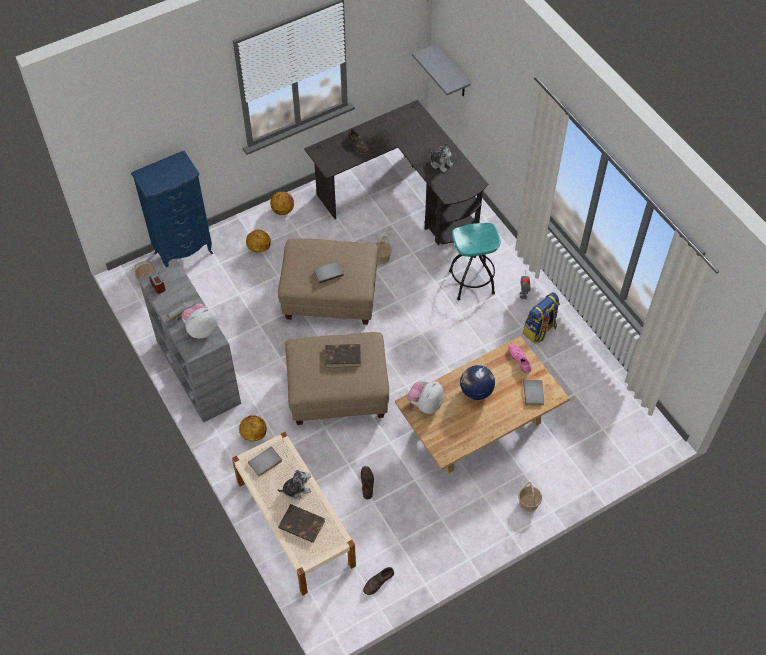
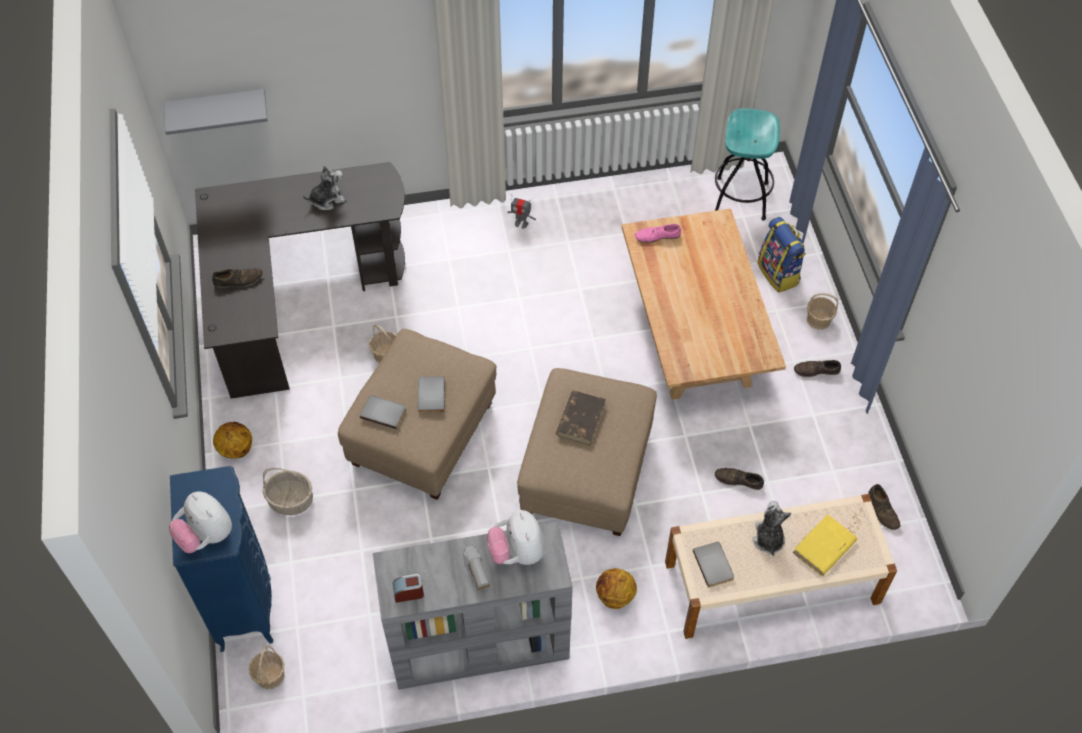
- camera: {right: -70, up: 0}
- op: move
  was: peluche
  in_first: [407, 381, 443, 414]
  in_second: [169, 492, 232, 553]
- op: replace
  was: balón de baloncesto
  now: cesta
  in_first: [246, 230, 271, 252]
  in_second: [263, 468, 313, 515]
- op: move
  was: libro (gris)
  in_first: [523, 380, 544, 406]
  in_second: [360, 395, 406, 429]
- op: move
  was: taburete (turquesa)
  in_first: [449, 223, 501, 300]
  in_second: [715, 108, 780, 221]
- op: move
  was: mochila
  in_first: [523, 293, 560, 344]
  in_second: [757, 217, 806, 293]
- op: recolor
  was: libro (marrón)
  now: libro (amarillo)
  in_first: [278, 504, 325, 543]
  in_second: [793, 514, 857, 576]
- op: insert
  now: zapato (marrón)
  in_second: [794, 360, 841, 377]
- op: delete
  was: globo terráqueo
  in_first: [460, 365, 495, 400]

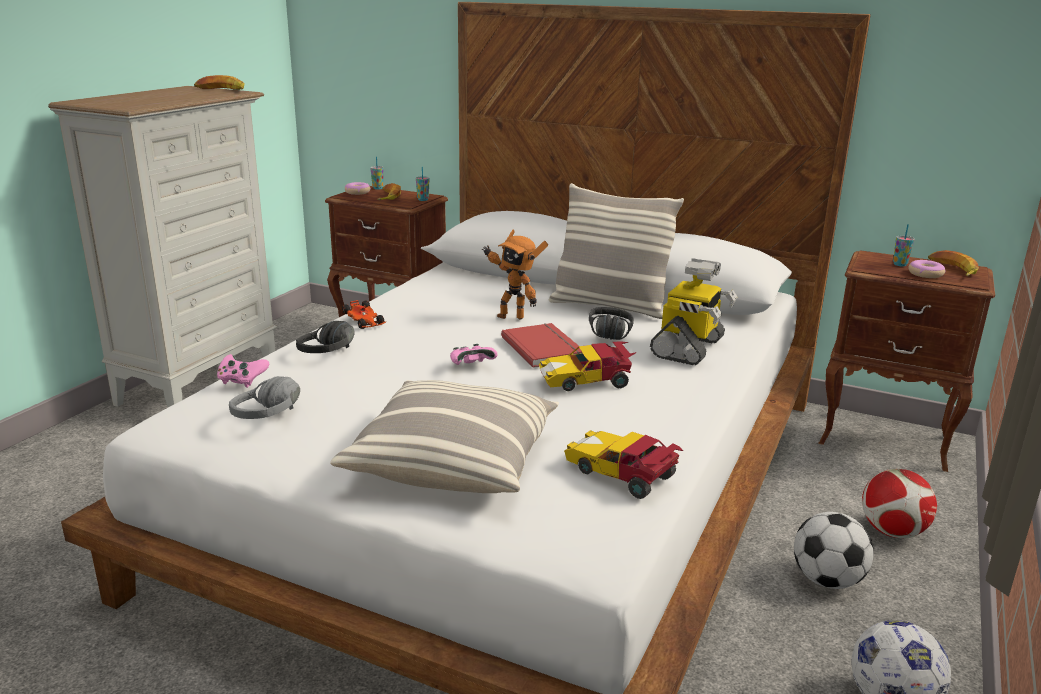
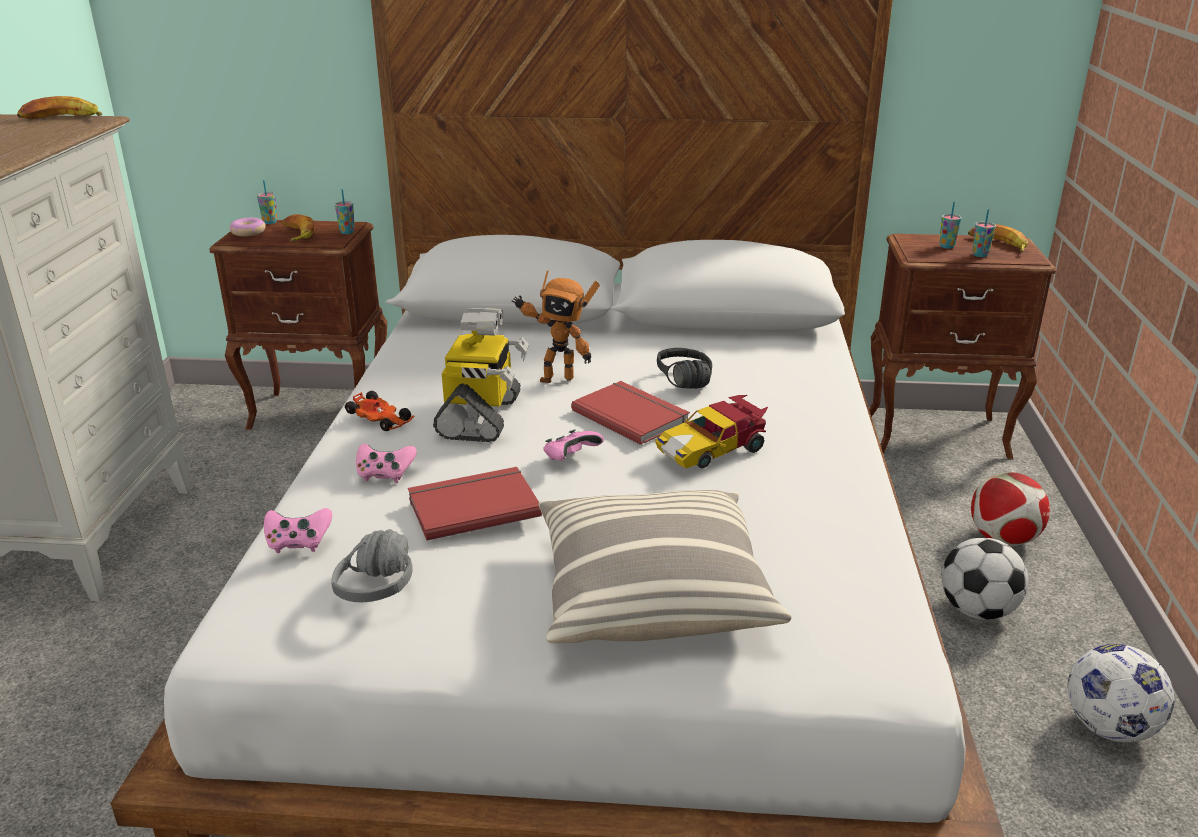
- camera: {right: -20, up: 5}
- op: replace
  was: auriculares (negro)
  now: mando de consola (rosa)
  in_first: [296, 321, 354, 353]
  in_second: [356, 443, 417, 483]
- op: insert
  now: libro (rojo)
  in_second: [408, 467, 542, 540]
- op: move
  was: robot de juguete
  in_first: [650, 258, 737, 365]
  in_second: [433, 308, 529, 442]
- op: replace
  was: rosquilla
  now: taza
  in_first: [909, 260, 946, 278]
  in_second: [973, 209, 996, 257]
- op: delete
  was: cojín
  in_first: [549, 183, 684, 319]
- op: delete
  was: coche de juguete
  in_first: [564, 430, 683, 499]

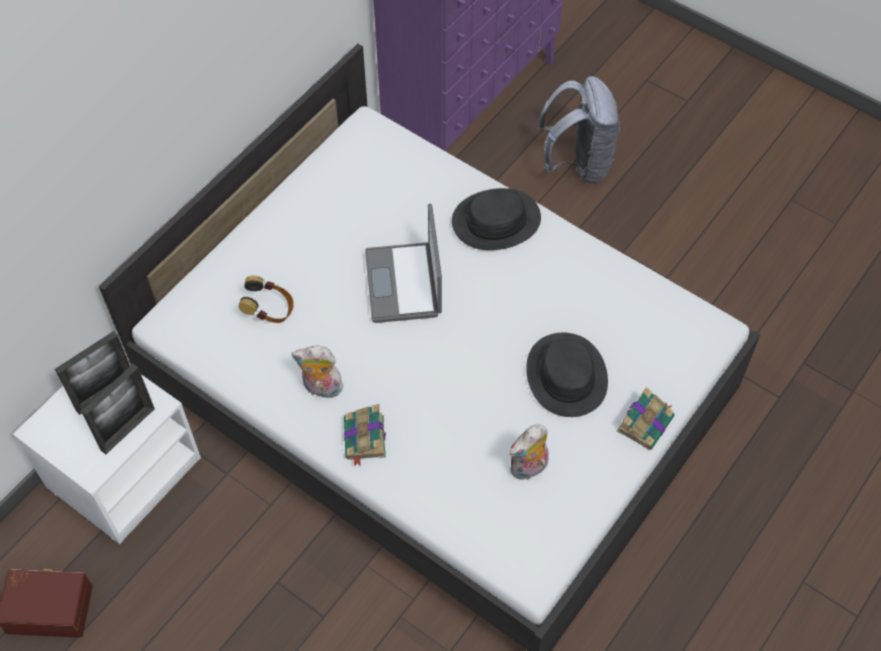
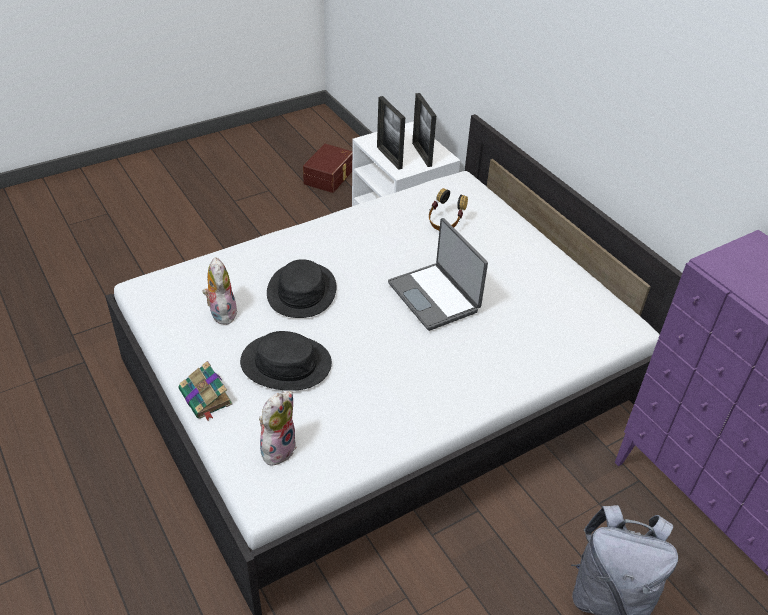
- camera: {right: 110, up: -15}
- op: move
  was: peluche
  in_first: [291, 346, 343, 399]
  in_second: [259, 391, 297, 466]
- op: move
  was: sombrero (negro)
  in_first: [452, 188, 541, 250]
  in_second: [267, 259, 336, 318]
- op: rotate
  was: portátil
  in_first: [365, 204, 442, 323]
  in_second: [388, 218, 488, 331]
  clockwise: -135
- op: delete
  was: libro
  in_first: [344, 404, 386, 467]

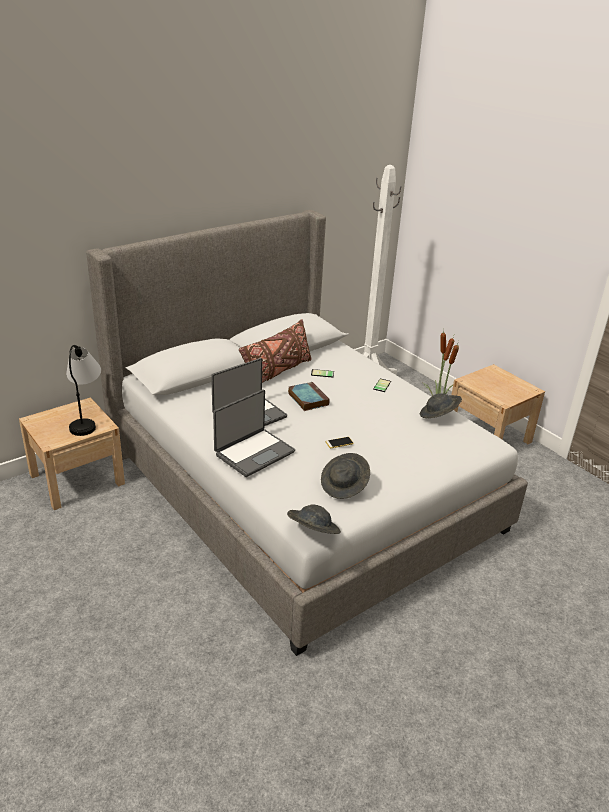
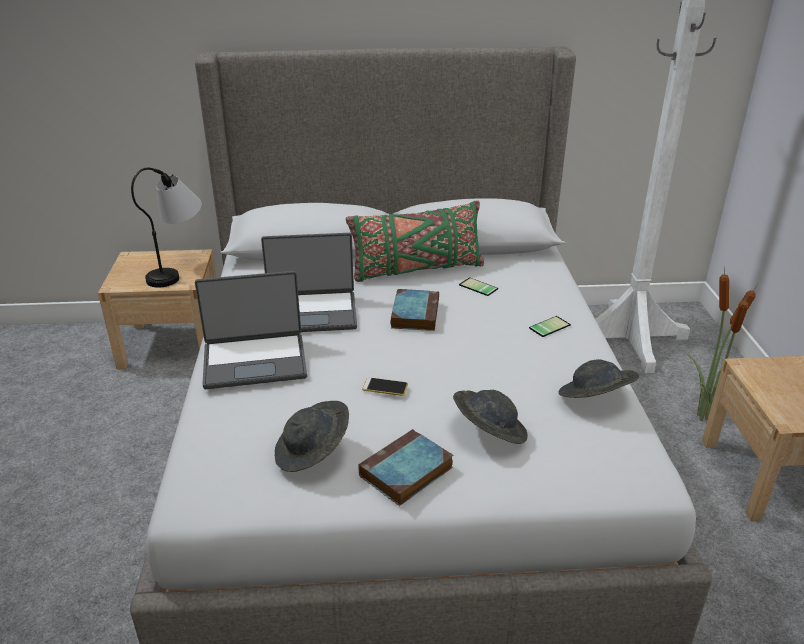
- camera: {right: 35, up: 0}
- op: recolor
  was: cojín (marrón)
  now: cojín (verde)
  in_first: [239, 319, 312, 383]
  in_second: [346, 200, 484, 282]
- op: insert
  now: libro
  in_second: [358, 429, 453, 506]
- op: move
  was: sombrero (gris)
  in_first: [287, 504, 341, 534]
  in_second: [453, 390, 528, 444]

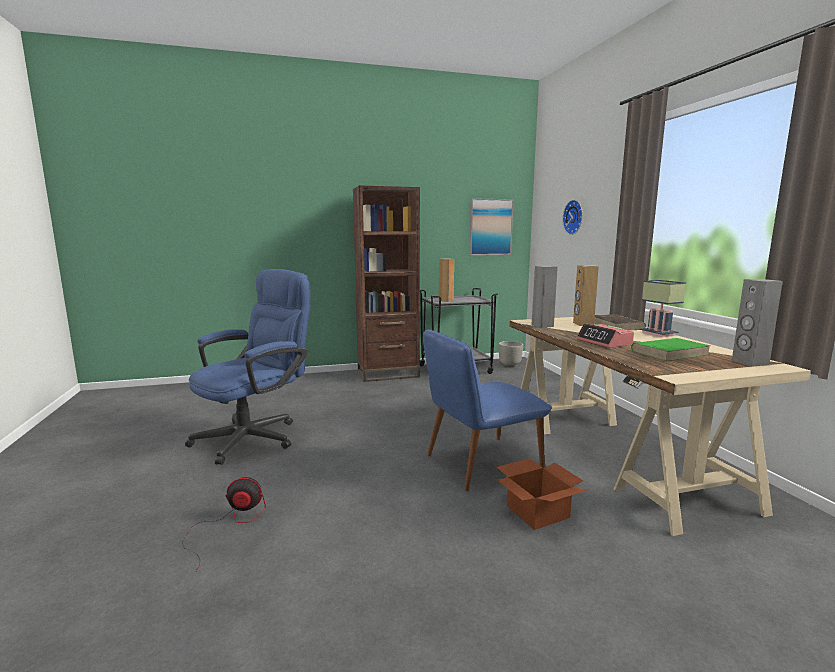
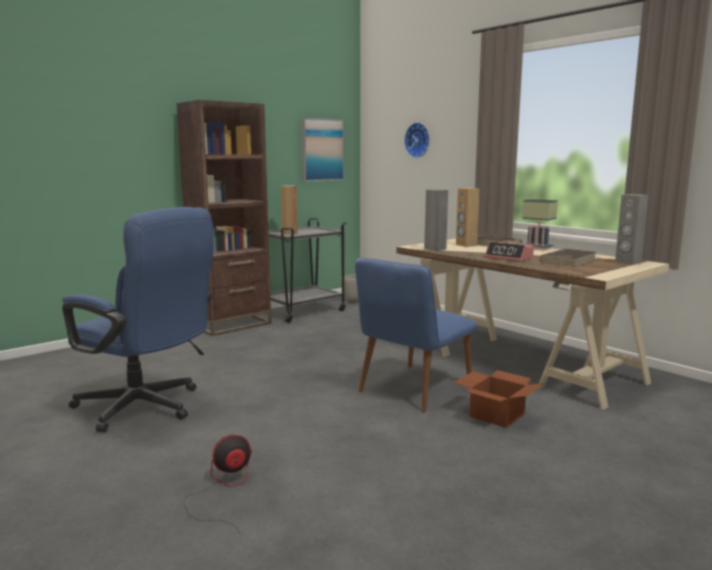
- camera: {right: -25, up: 0}
- op: rotate
  was: silla de oficina (azul)
  in_first: [185, 269, 311, 465]
  in_second: [62, 207, 214, 433]
  clockwise: 105
- op: recolor
  was: libro (verde)
  now: libro (marrón)
  in_first: [631, 338, 710, 361]
  in_second: [540, 249, 596, 267]

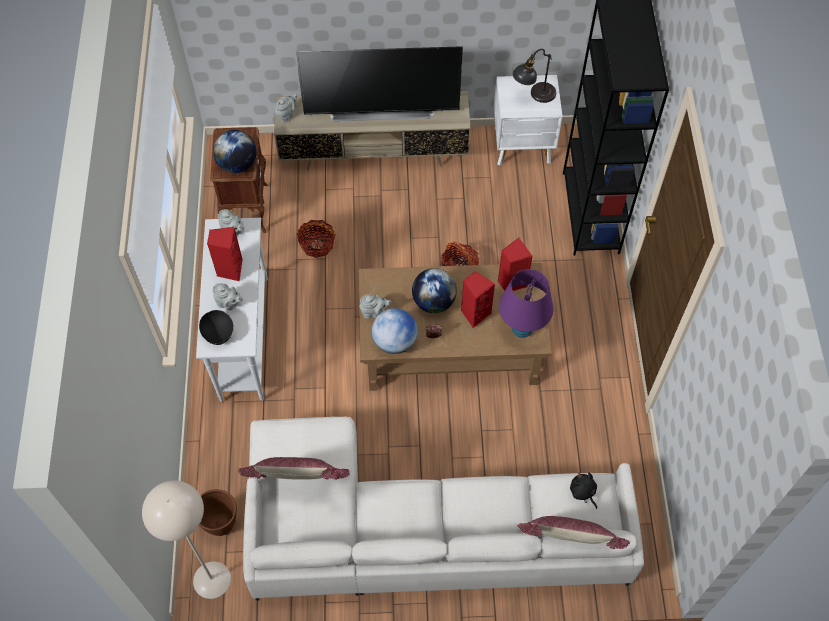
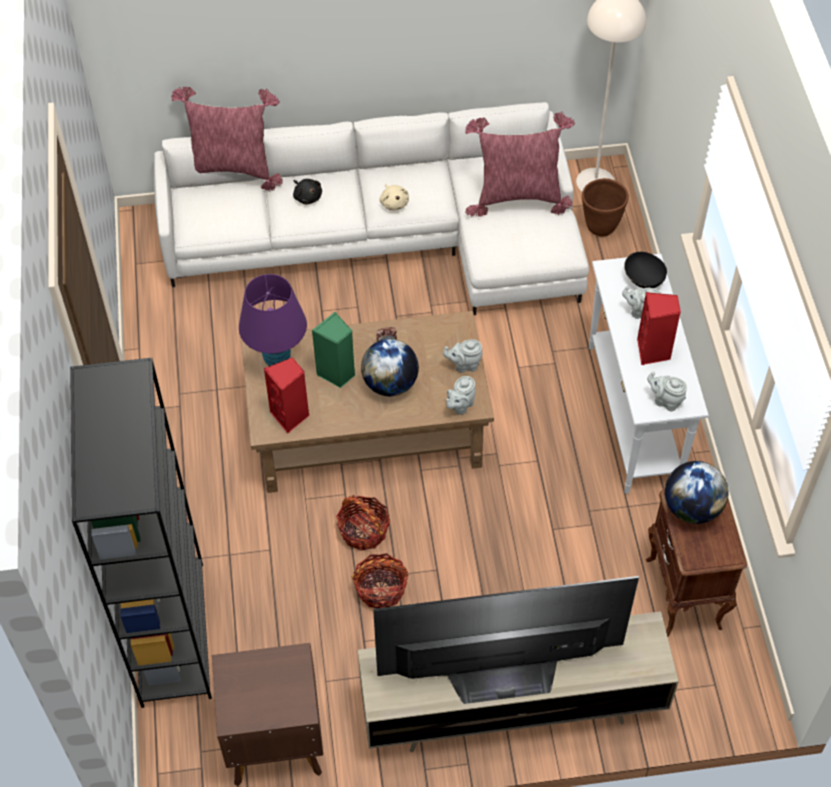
- camera: {right: 175, up: -5}
- op: recolor
  was: mesita de noche (blanco)
  now: mesita de noche (marrón)
  in_first: [494, 75, 563, 166]
  in_second: [212, 643, 323, 787]
- op: move
  was: peluche (negro)
  in_first: [570, 472, 597, 509]
  in_second: [293, 179, 322, 204]
- op: recolor
  was: altavoz (rojo)
  now: altavoz (verde)
  in_first: [461, 271, 495, 328]
  in_second: [312, 312, 355, 388]
- op: move
  was: cesta
  in_first: [297, 220, 336, 258]
  in_second: [351, 553, 409, 608]
- op: insert
  now: peluche (beis)
  in_second: [379, 184, 409, 210]
- op: move
  was: tetera (gris)
  in_first: [274, 94, 297, 123]
  in_second: [446, 376, 476, 415]
- op: delete
  was: globo terráqueo
  in_first: [372, 308, 417, 354]
- op: delete
  was: lámpara de mesa (gris)
  in_first: [513, 49, 556, 103]

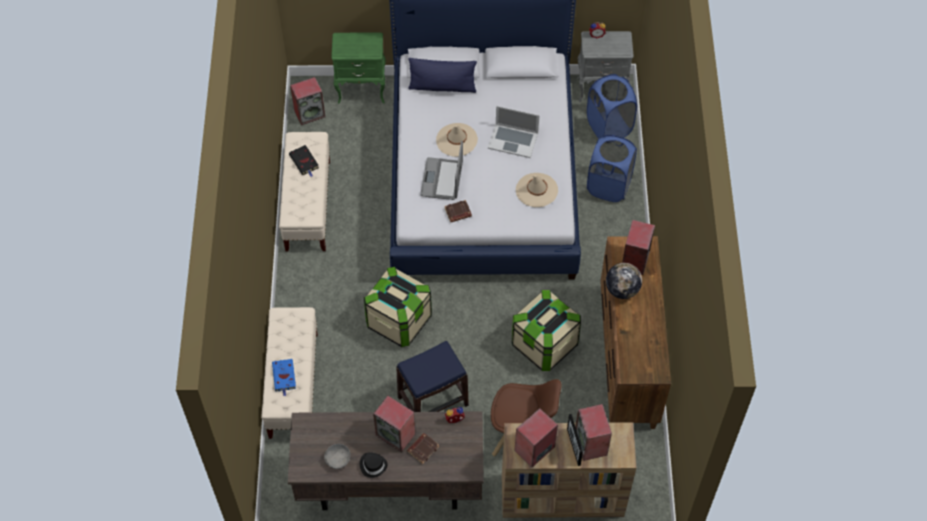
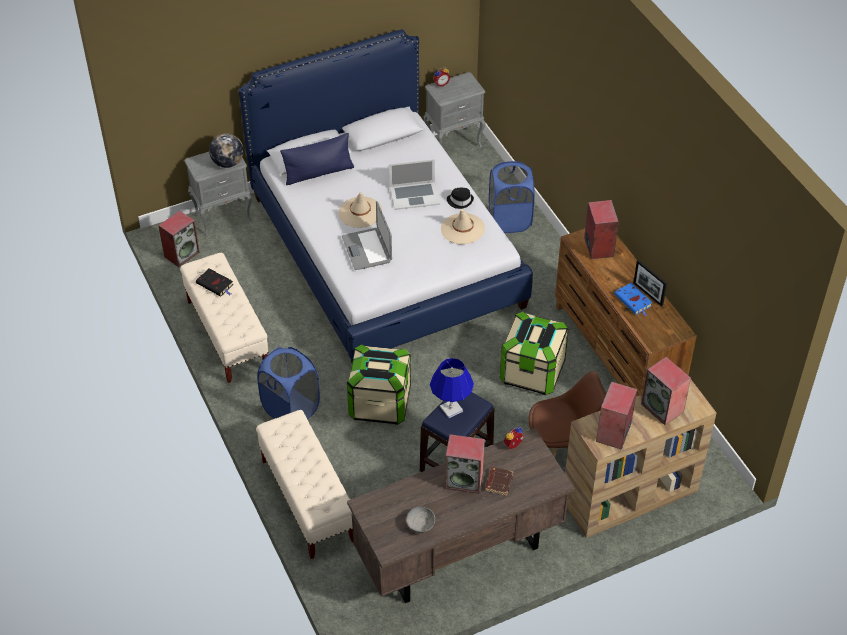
- camera: {right: -25, up: -10}
- op: recolor
  was: mesita de noche (verde)
  now: mesita de noche (gris)
  in_first: [331, 32, 386, 103]
  in_second: [185, 152, 252, 236]
- op: move
  was: globo terráqueo
  in_first: [606, 263, 642, 299]
  in_second: [209, 133, 244, 168]
- op: move
  was: cesto de la ropa (azul)
  in_first: [587, 74, 637, 138]
  in_second: [257, 347, 320, 419]
- op: insert
  now: lámpara de mesa (azul)
  in_second: [430, 358, 474, 418]
- op: move
  was: sombrero (negro)
  in_first: [360, 452, 387, 478]
  in_second: [447, 188, 474, 209]
- op: move
  was: libro (azul)
  in_first: [272, 359, 296, 396]
  in_second: [614, 283, 653, 316]
- op: move
  was: portarretratos
  in_first: [567, 414, 583, 466]
  in_second: [633, 260, 667, 307]
- op: delete
  was: libro (marrón)
  in_first: [444, 200, 472, 222]

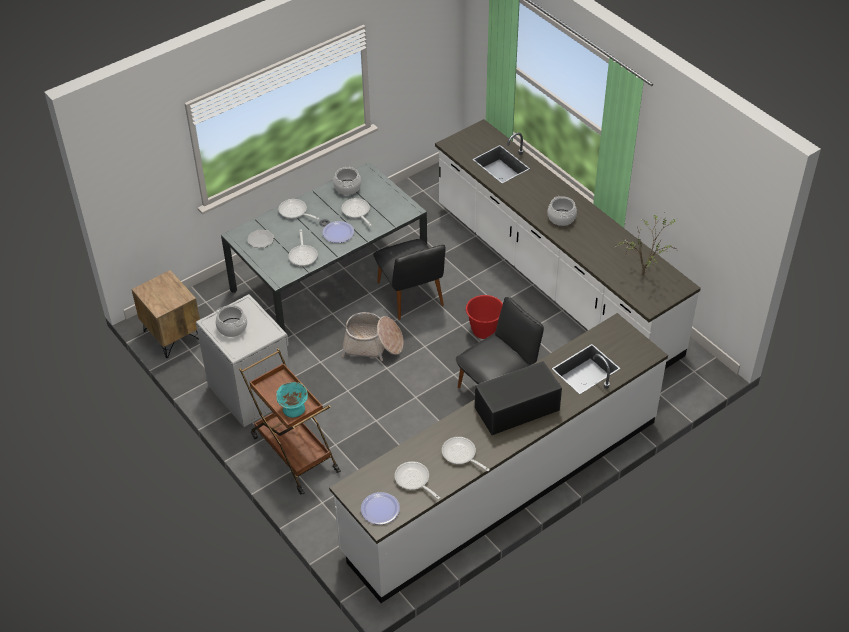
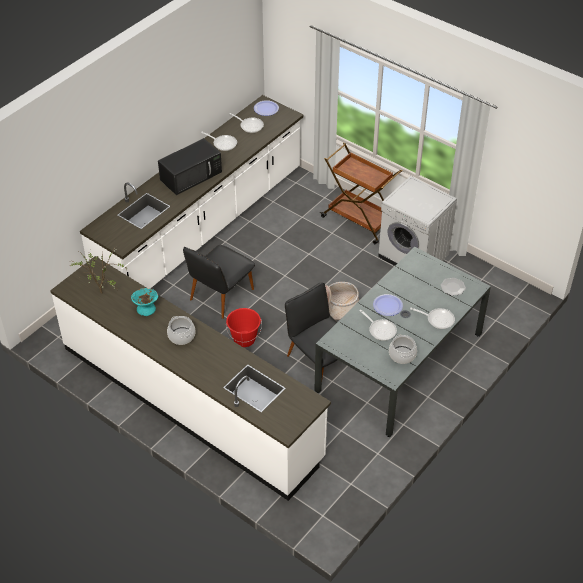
- camera: {right: 165, up: 0}
- op: move
  was: cuenco (turquesa)
  in_first: [276, 382, 308, 418]
  in_second: [131, 288, 158, 316]
- op: delete
  was: mesita de noche (marrón)
  in_first: [131, 270, 200, 358]
- op: delete
  was: olla
  in_first: [216, 305, 247, 337]
- op: delete
  was: sartén
  in_first: [289, 229, 318, 266]

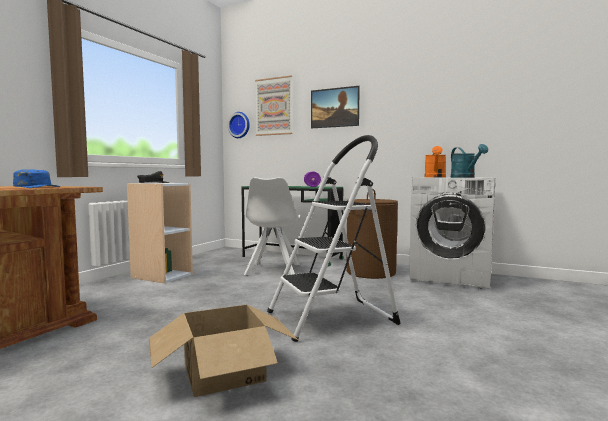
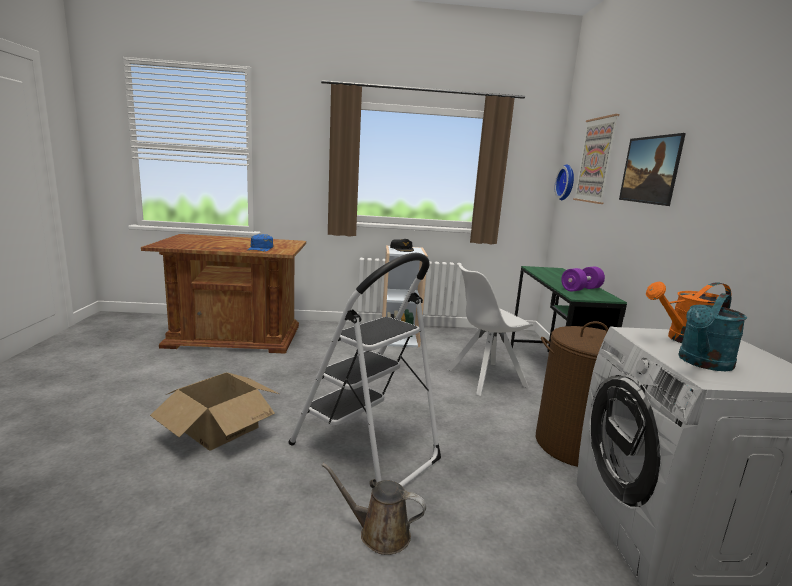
- camera: {right: 60, up: 10}
- op: insert
  now: regadera (marrón)
  in_second: [321, 463, 426, 555]

